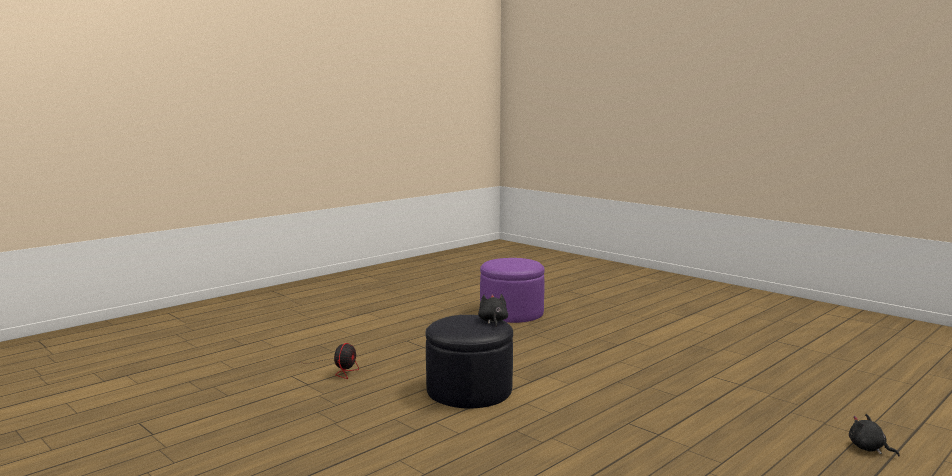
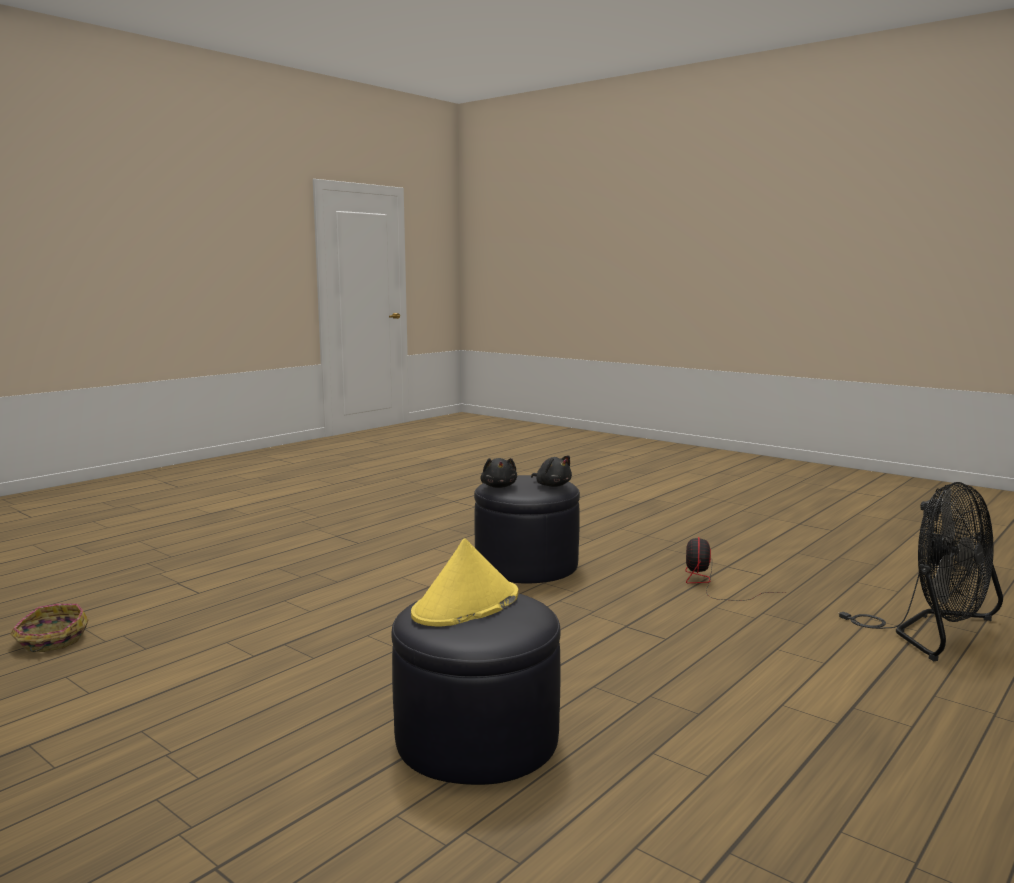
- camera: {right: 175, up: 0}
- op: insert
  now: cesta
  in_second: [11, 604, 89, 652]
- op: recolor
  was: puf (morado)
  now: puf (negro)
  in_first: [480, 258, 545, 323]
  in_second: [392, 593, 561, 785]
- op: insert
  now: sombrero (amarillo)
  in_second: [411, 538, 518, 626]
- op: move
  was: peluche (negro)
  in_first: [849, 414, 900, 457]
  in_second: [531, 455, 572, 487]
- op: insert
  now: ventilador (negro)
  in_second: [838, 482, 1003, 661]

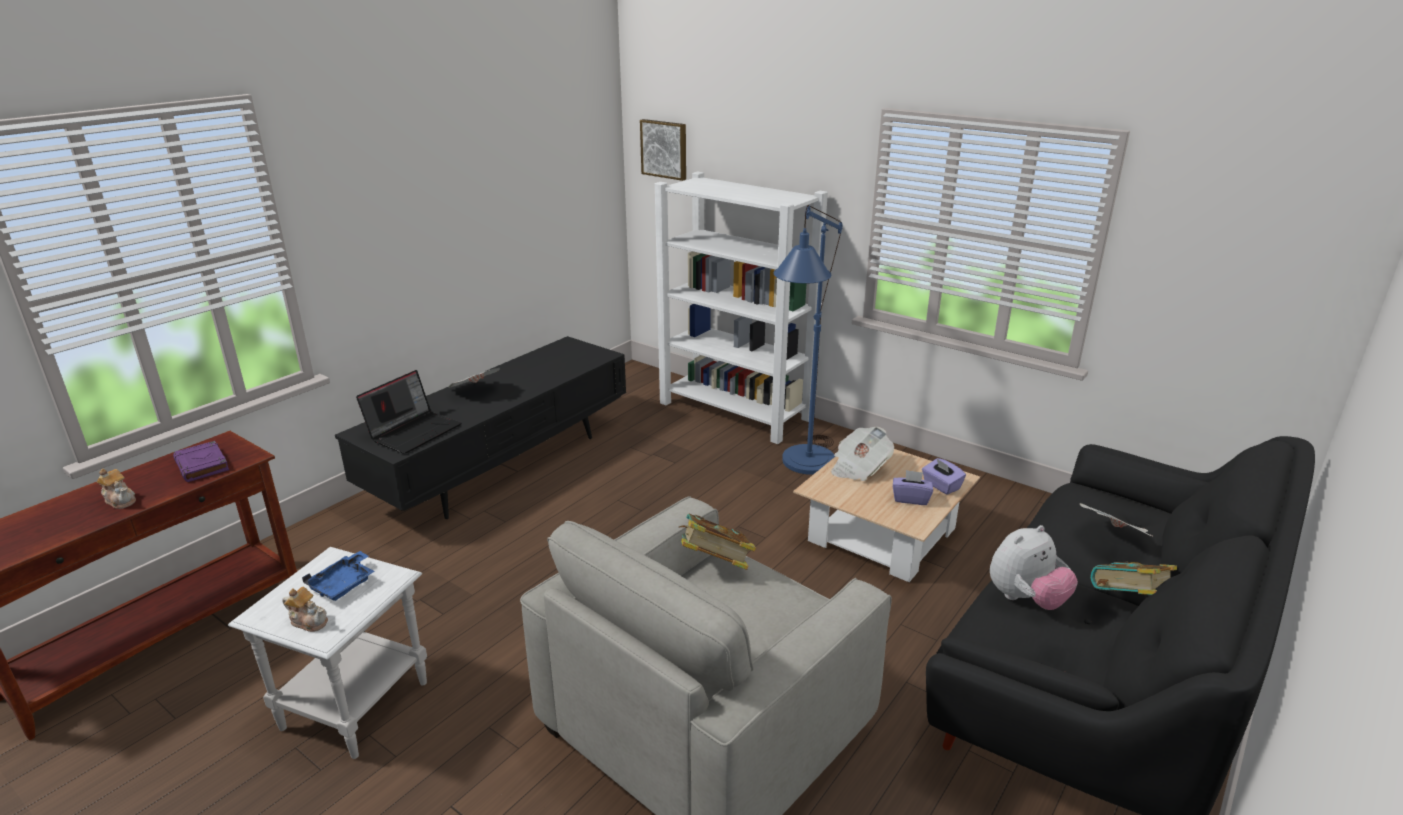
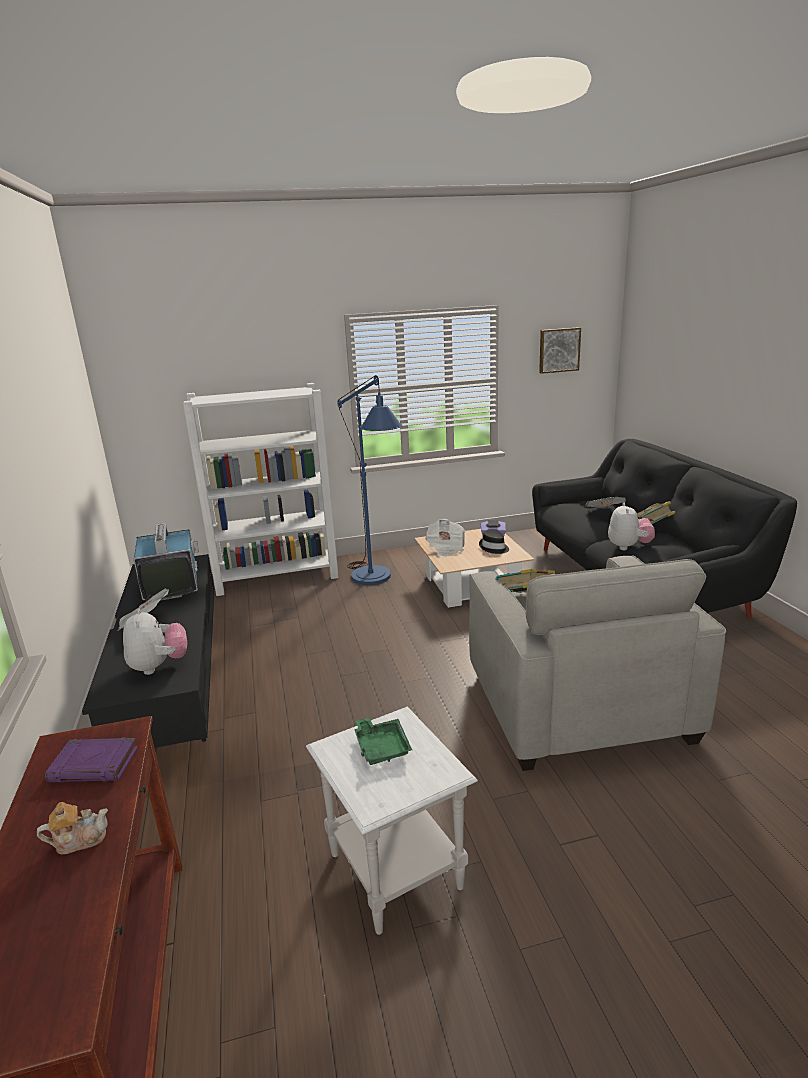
- camera: {right: -50, up: -5}
- op: replace
  was: portátil
  now: peluche
  in_first: [356, 370, 461, 454]
  in_second: [123, 609, 187, 675]
- op: insert
  now: televisor
  in_second: [133, 523, 199, 601]
- op: recolor
  was: bandeja (azul)
  now: bandeja (verde)
  in_first: [302, 551, 375, 601]
  in_second: [354, 717, 412, 765]
- op: replace
  was: caja de pañuelos (morado)
  now: sombrero (negro)
  in_first: [893, 470, 933, 505]
  in_second: [479, 529, 509, 554]
- op: move
  was: cuadro
  in_first: [640, 119, 686, 181]
  in_second: [539, 327, 581, 374]
- op: delete
  was: tetera
  in_first: [282, 587, 328, 632]

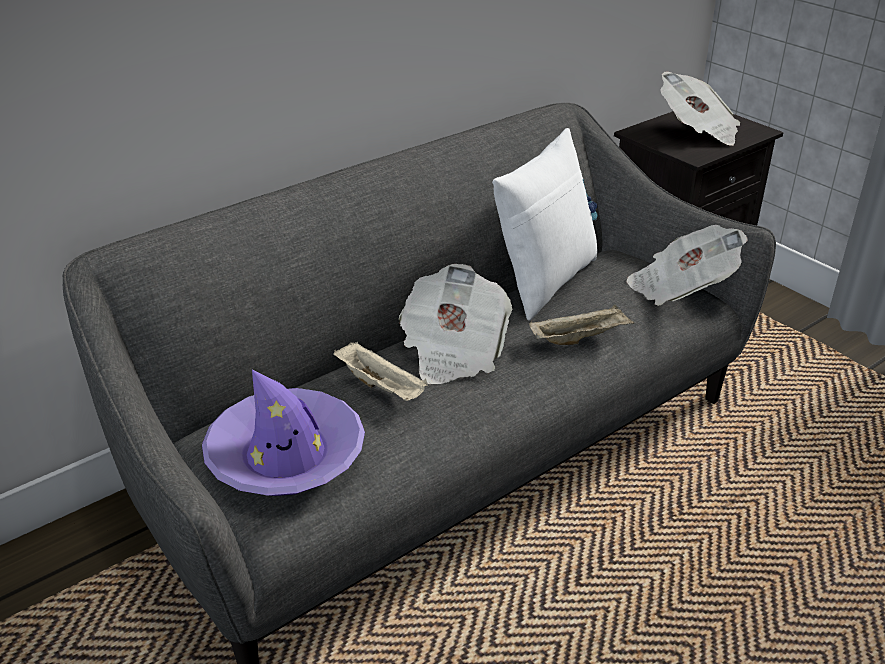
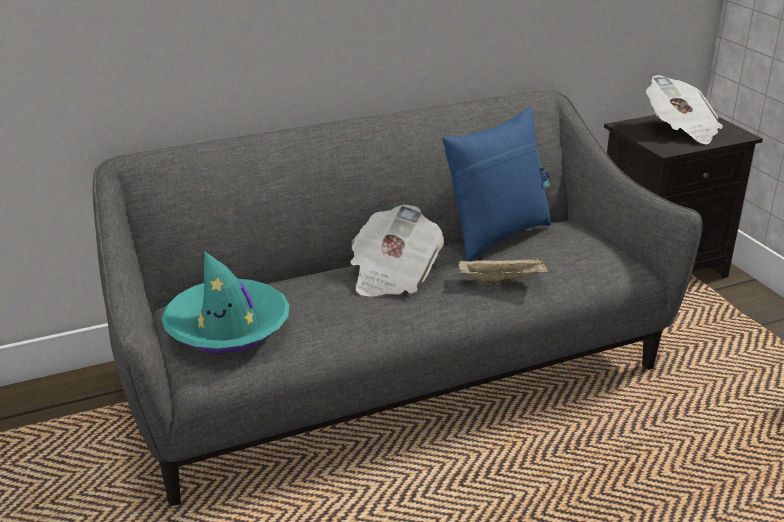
- camera: {right: 15, up: -5}
- op: recolor
  was: sombrero (morado)
  now: sombrero (turquesa)
  in_first: [202, 370, 365, 496]
  in_second: [161, 251, 290, 353]
- op: recolor
  was: cojín (blanco)
  now: cojín (azul)
  in_first: [492, 128, 598, 321]
  in_second: [442, 107, 551, 261]
- op: delete
  was: bandeja (beis)
  in_first: [333, 342, 428, 401]
- op: delete
  was: periódico
  in_first: [627, 225, 748, 306]

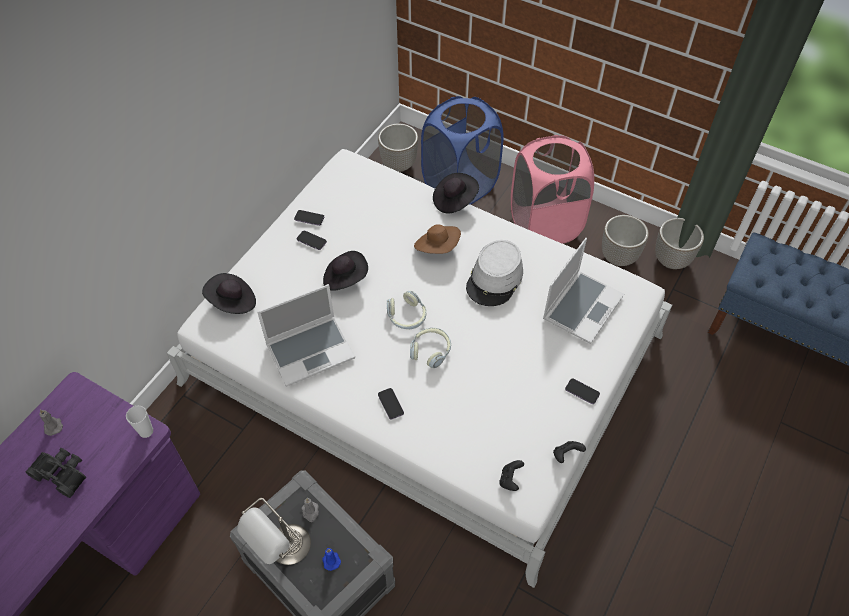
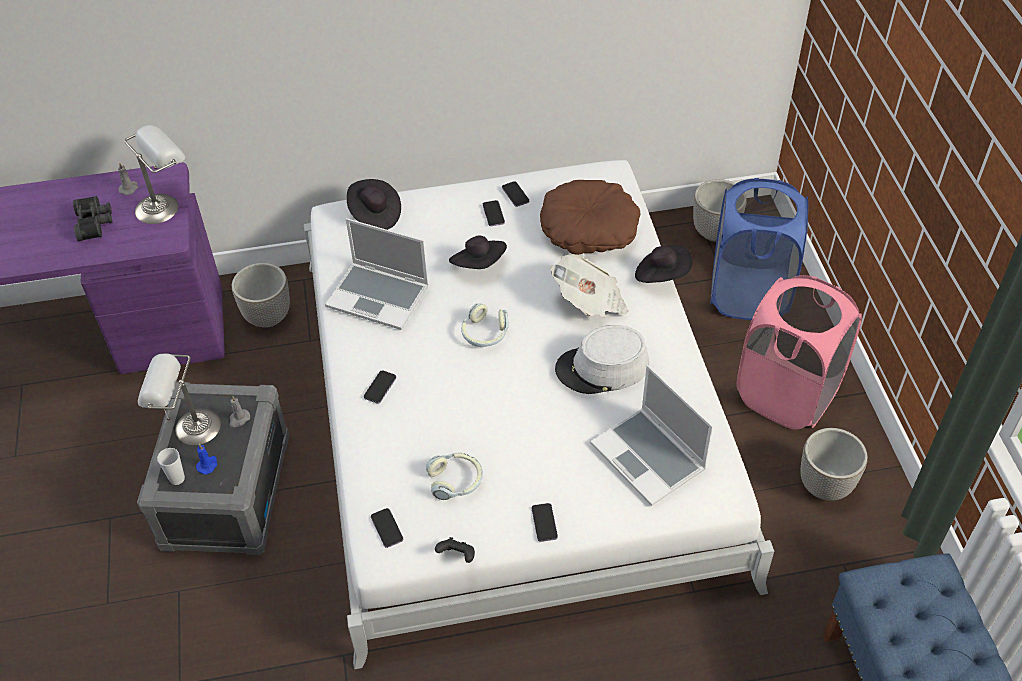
- camera: {right: 50, up: -5}
- op: insert
  now: lámpara de mesa (blanco)
  in_second: [124, 125, 185, 224]
- op: move
  was: taza
  in_first: [126, 406, 153, 438]
  in_second: [157, 448, 185, 485]
- op: move
  was: maceta
  in_first: [655, 218, 704, 269]
  in_second: [232, 263, 290, 328]
- op: replace
  was: mando de consola (negro)
  now: móvil
  in_first: [499, 460, 524, 491]
  in_second: [371, 508, 403, 548]
- op: move
  was: auriculares
  in_first: [410, 328, 451, 368]
  in_second: [426, 453, 483, 500]
- op: insert
  now: cojín (marrón)
  in_second: [540, 180, 640, 255]
- op: replace
  was: sombrero (marrón)
  now: periódico
  in_first: [414, 224, 461, 254]
  in_second: [550, 254, 628, 317]
- op: rotate
  was: portátil
  in_first: [543, 238, 624, 344]
  in_second: [590, 365, 713, 506]
  clockwise: 60

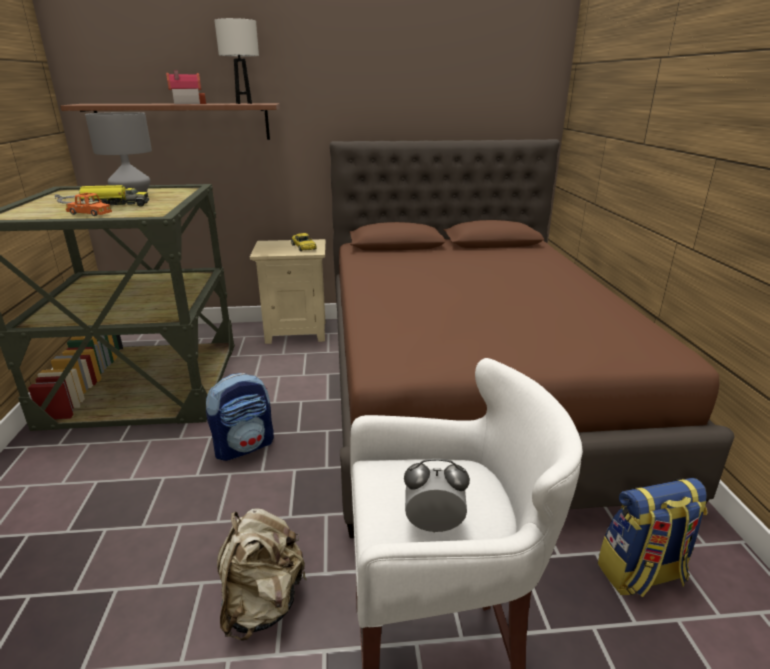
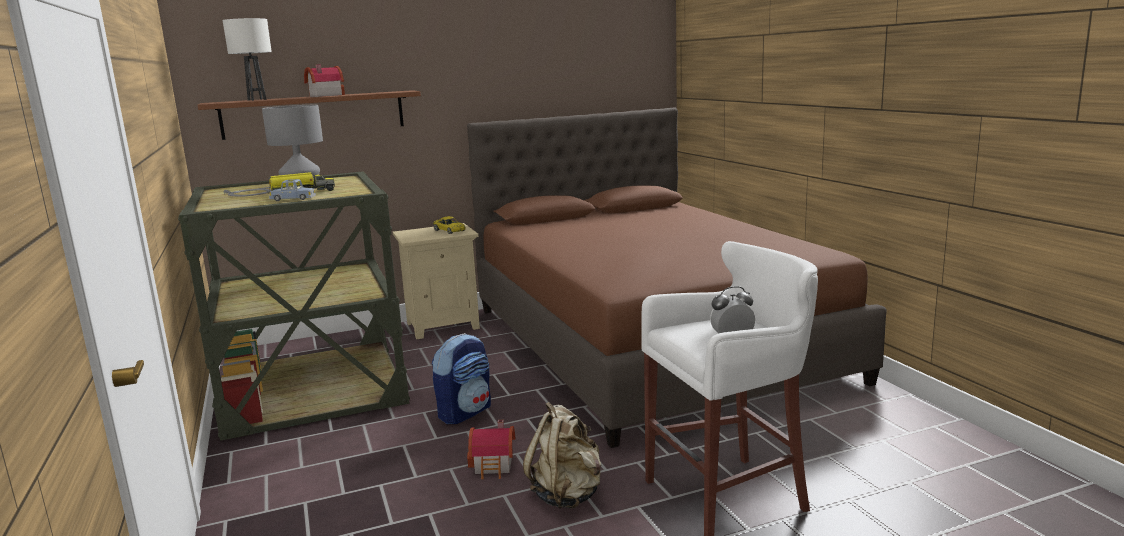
- camera: {right: -15, up: -10}
- op: move
  was: lámpara de mesa (blanco)
  in_first: [214, 18, 259, 104]
  in_second: [222, 18, 272, 101]
- op: recolor
  was: coche de juguete (naranja)
  now: coche de juguete (azul)
  in_first: [66, 193, 112, 216]
  in_second: [269, 179, 316, 201]
- op: insert
  now: casita
  in_second: [467, 420, 515, 479]
- op: delete
  was: mochila
  in_first: [598, 478, 707, 597]

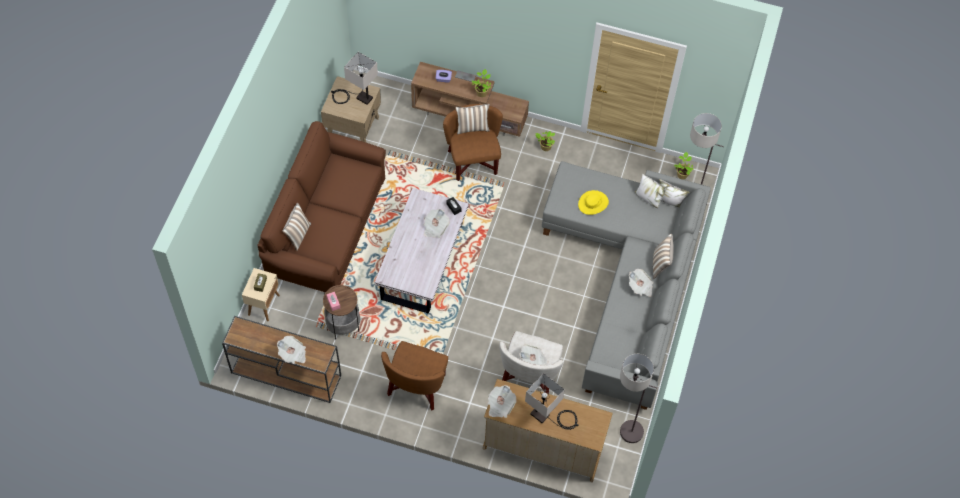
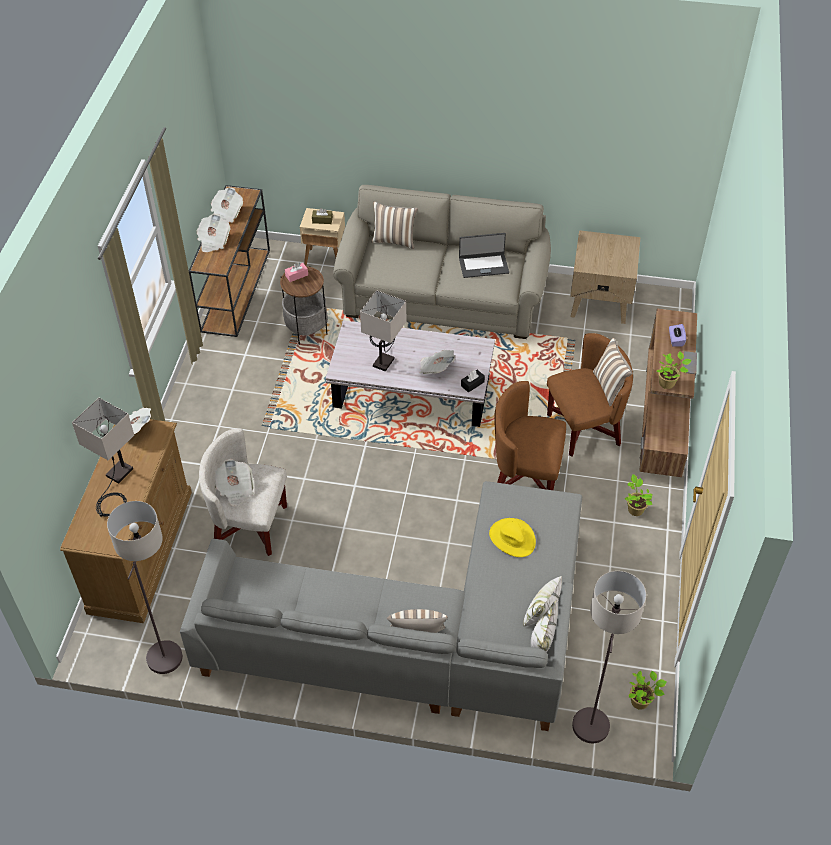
- camera: {right: 85, up: -10}
- op: move
  was: periódico
  in_first: [629, 269, 653, 297]
  in_second: [211, 187, 243, 223]
- op: recolor
  was: sofá (marrón)
  now: sofá (gris)
  in_first: [257, 121, 386, 293]
  in_second: [333, 185, 551, 339]
- op: move
  was: lámpara de mesa
  in_first: [331, 52, 378, 105]
  in_second: [360, 290, 406, 372]
- op: insert
  now: portátil
  in_second: [459, 233, 509, 278]
- op: move
  was: sillón (marrón)
  in_first: [381, 341, 448, 411]
  in_second: [494, 381, 566, 490]

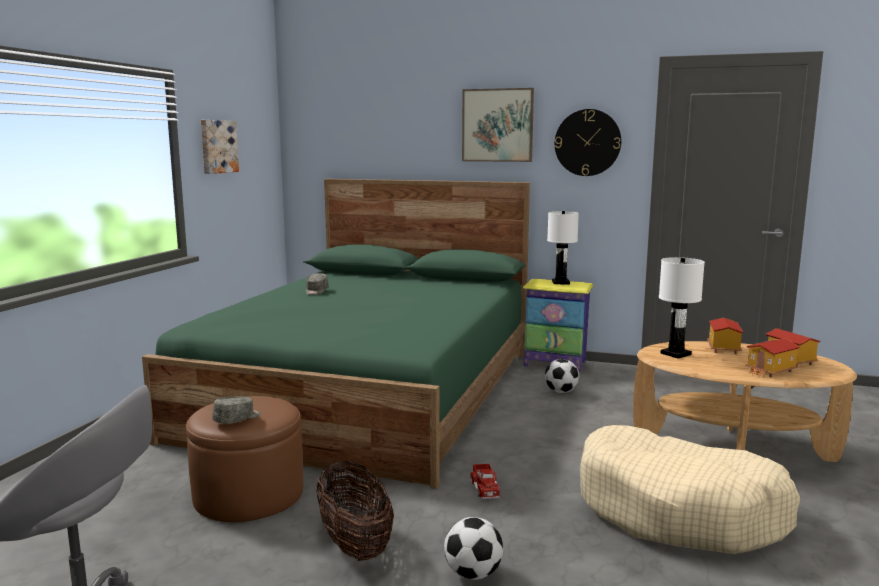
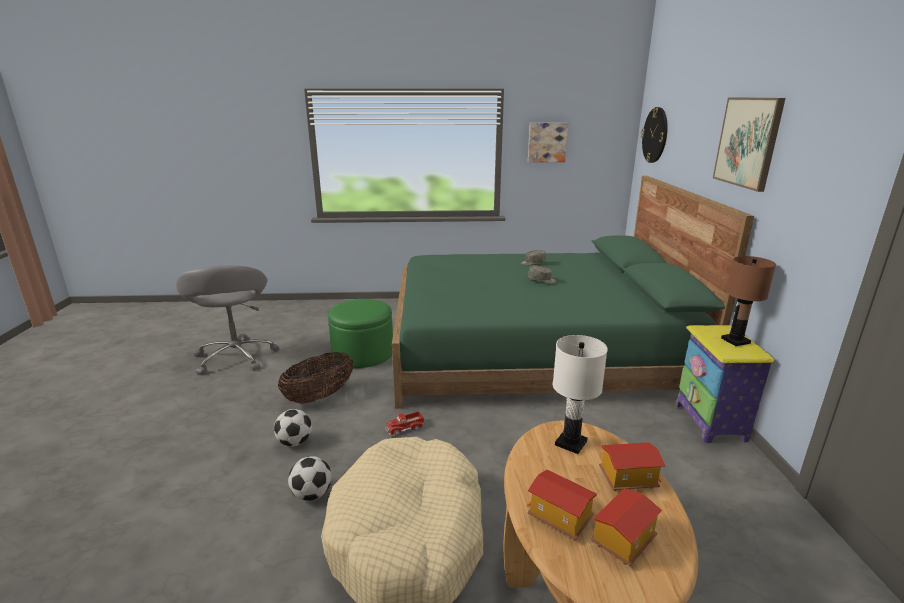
- camera: {right: 70, up: 10}
- op: move
  was: balón de fútbol
  in_first: [545, 359, 579, 393]
  in_second: [288, 456, 332, 501]
- op: recolor
  was: puf (marrón)
  now: puf (verde)
  in_first: [186, 396, 304, 522]
  in_second: [328, 299, 393, 368]
- op: move
  was: gorra (gris)
  in_first: [212, 396, 261, 424]
  in_second: [528, 265, 556, 283]
- op: move
  was: reloj de pared
  in_first: [555, 109, 621, 176]
  in_second: [641, 107, 668, 163]
- op: recolor
  was: lámpara de mesa (blanco)
  now: lámpara de mesa (marrón)
  in_first: [547, 211, 579, 284]
  in_second: [721, 256, 776, 346]

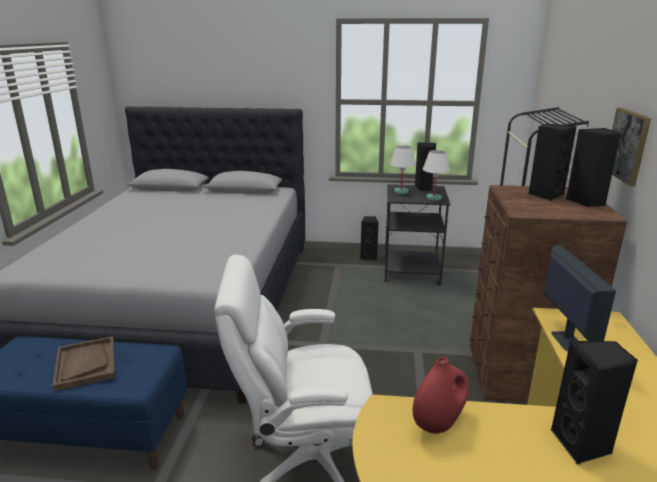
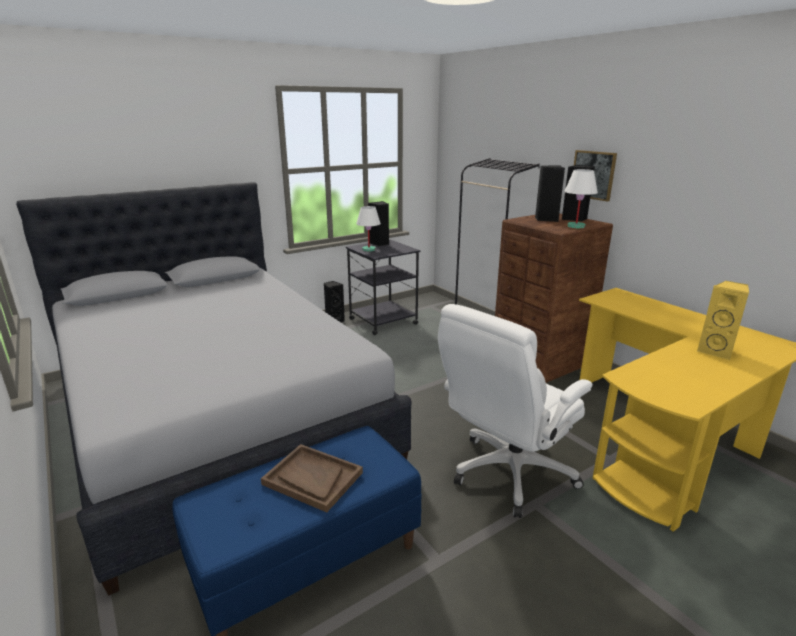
- camera: {right: -40, up: 0}
- op: move
  was: lámpara de mesa (blanco)
  in_first: [422, 150, 450, 201]
  in_second: [564, 169, 598, 228]
- op: recolor
  was: altavoz (negro)
  now: altavoz (amarillo)
  in_first: [551, 340, 638, 464]
  in_second: [697, 281, 749, 360]
- op: delete
  was: florero (rojo)
  in_first: [413, 357, 469, 434]
- op: delete
  was: monitor
  in_first: [544, 245, 616, 352]

